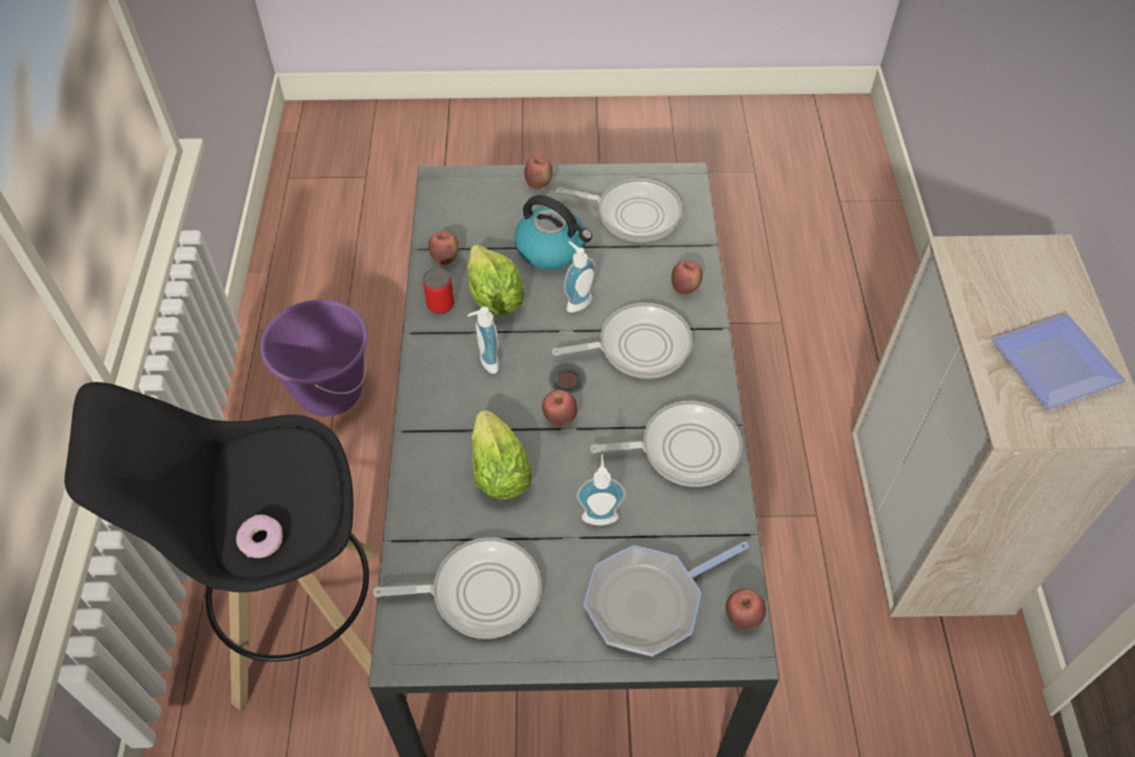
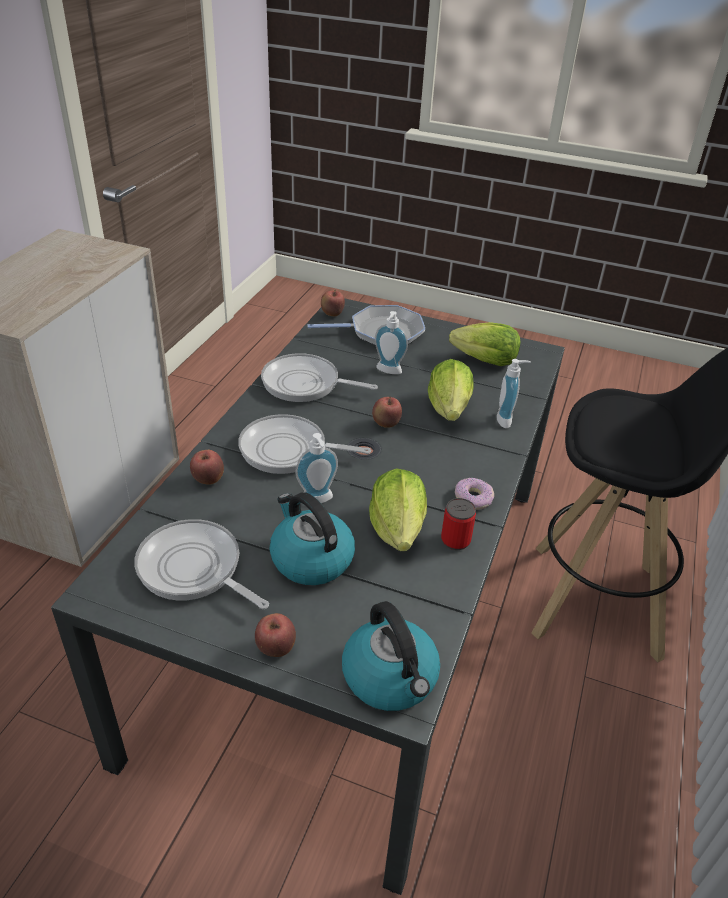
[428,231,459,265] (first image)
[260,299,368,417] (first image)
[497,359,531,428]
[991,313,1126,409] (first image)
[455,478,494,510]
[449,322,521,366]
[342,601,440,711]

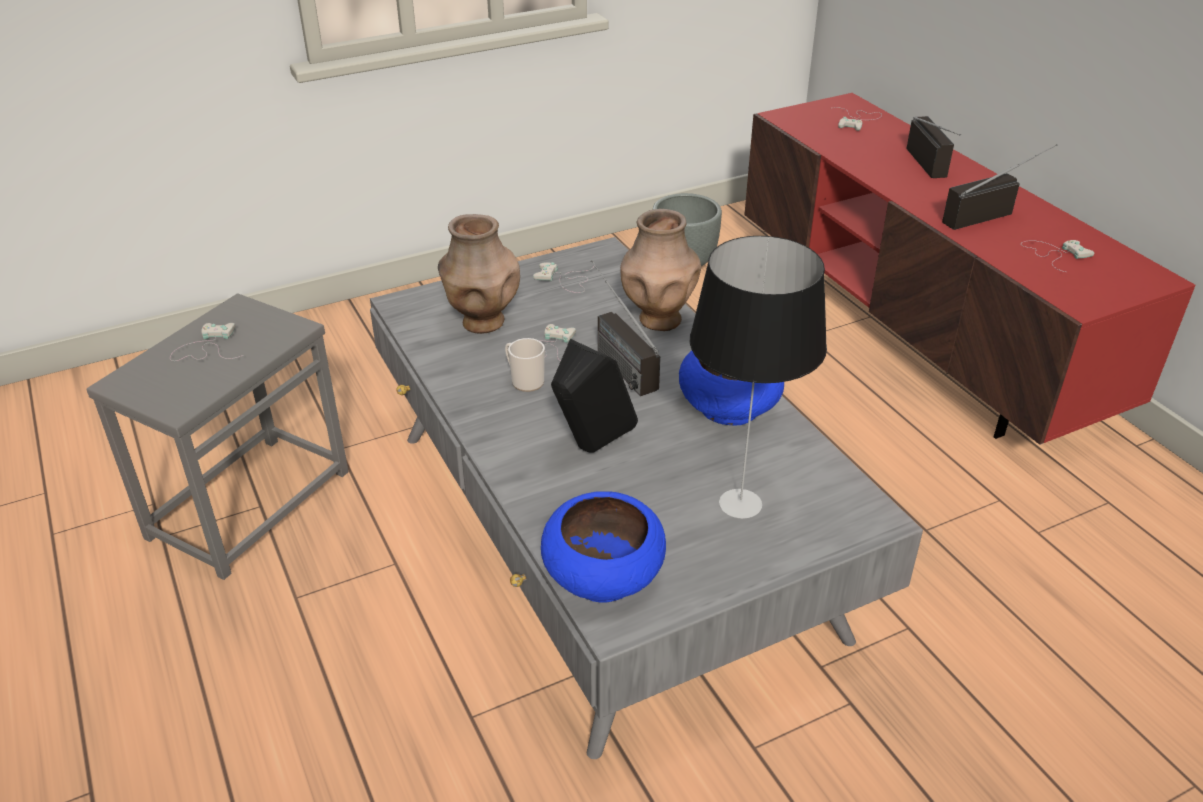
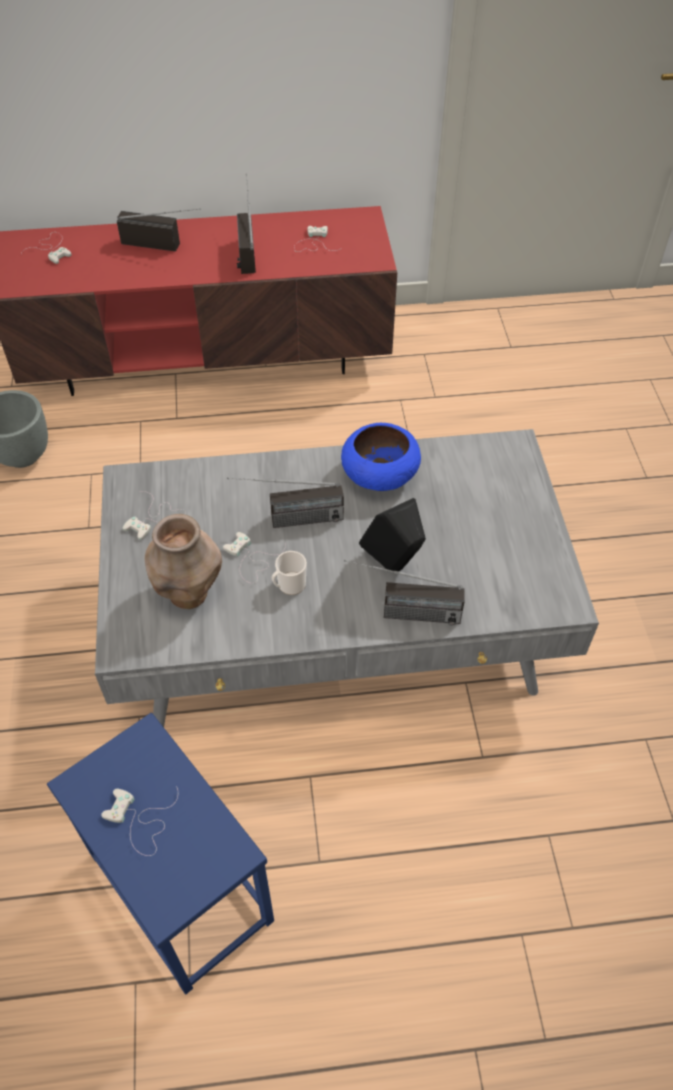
[620,209,701,331] (first image)
[690,236,827,519] (first image)
[47,713,274,994]
[541,491,666,603] (first image)
[344,560,465,625]

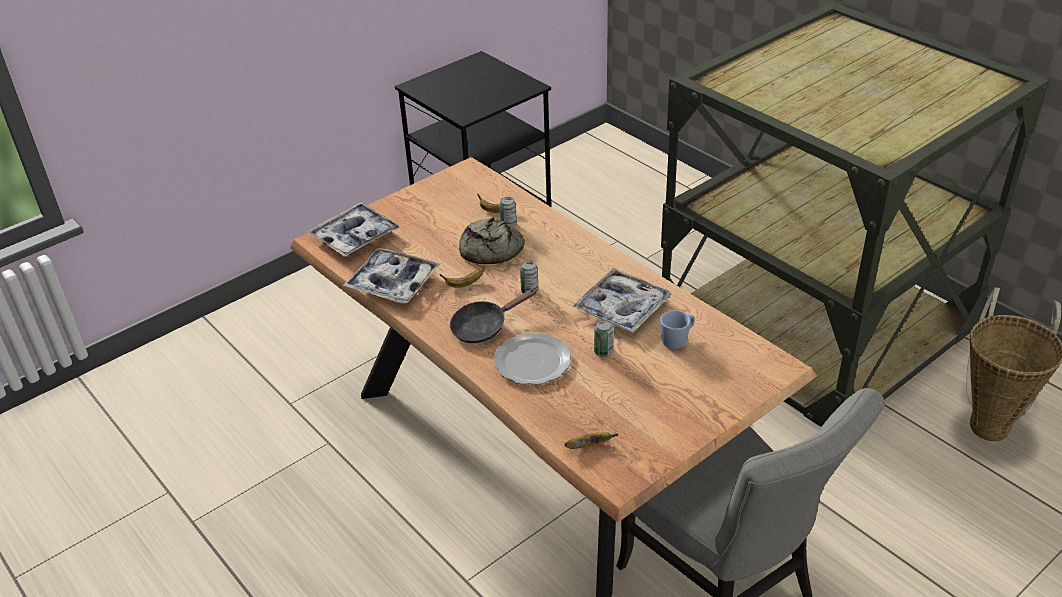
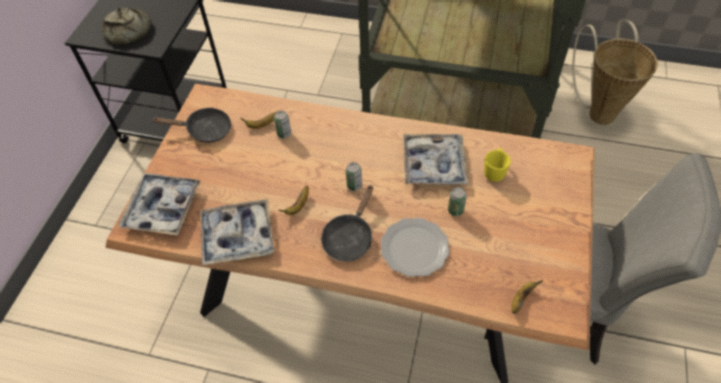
[102,7,152,45]
[484,148,511,182]
[151,107,231,143]

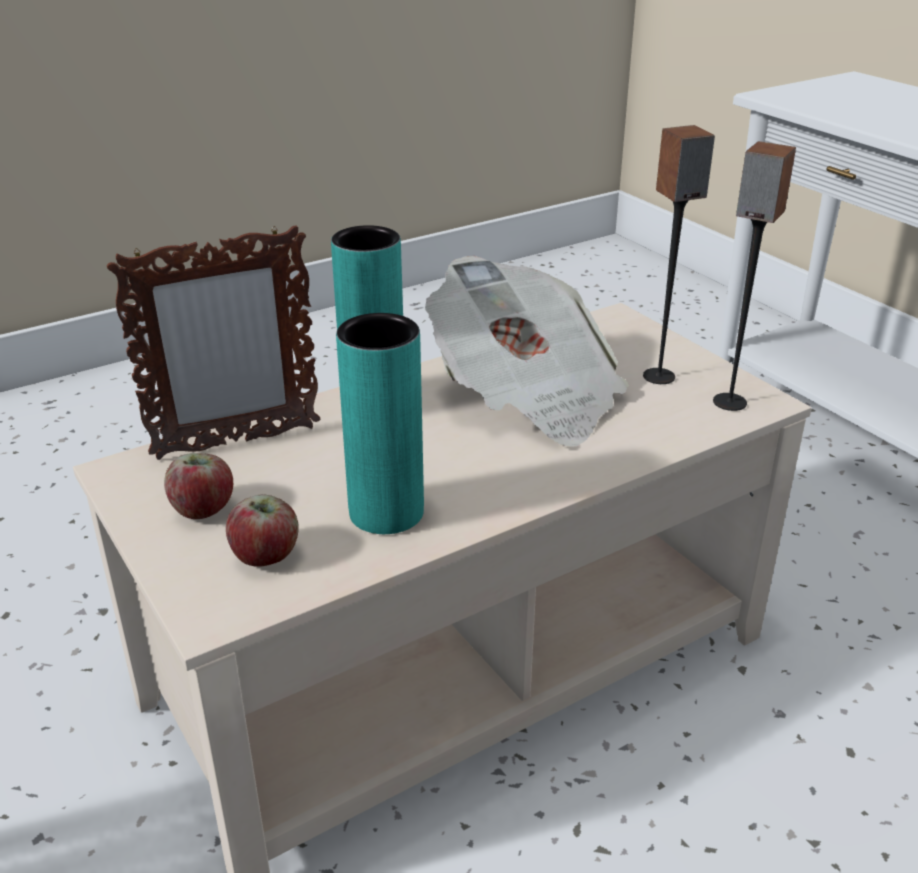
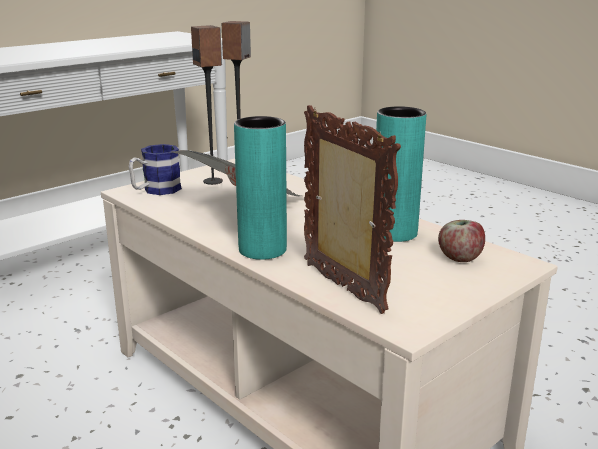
[164,453,233,519] (first image)
[129,144,182,195]

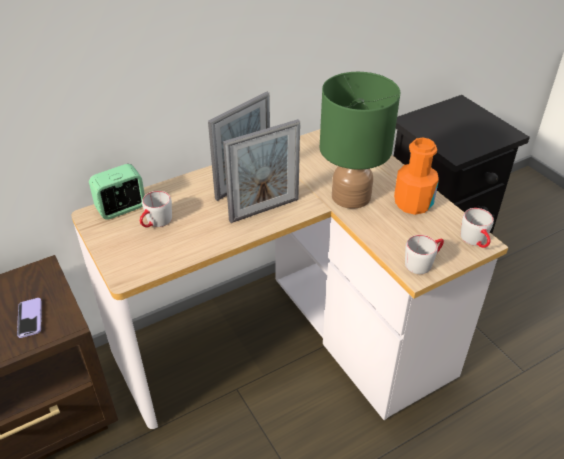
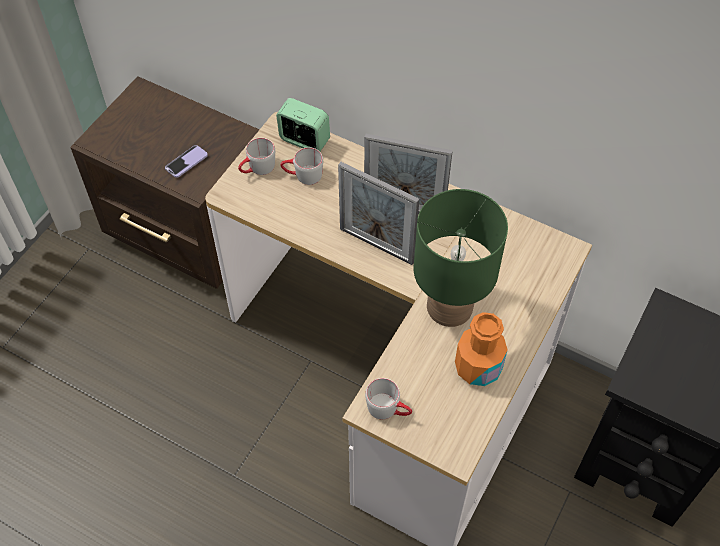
[238,138,275,175]

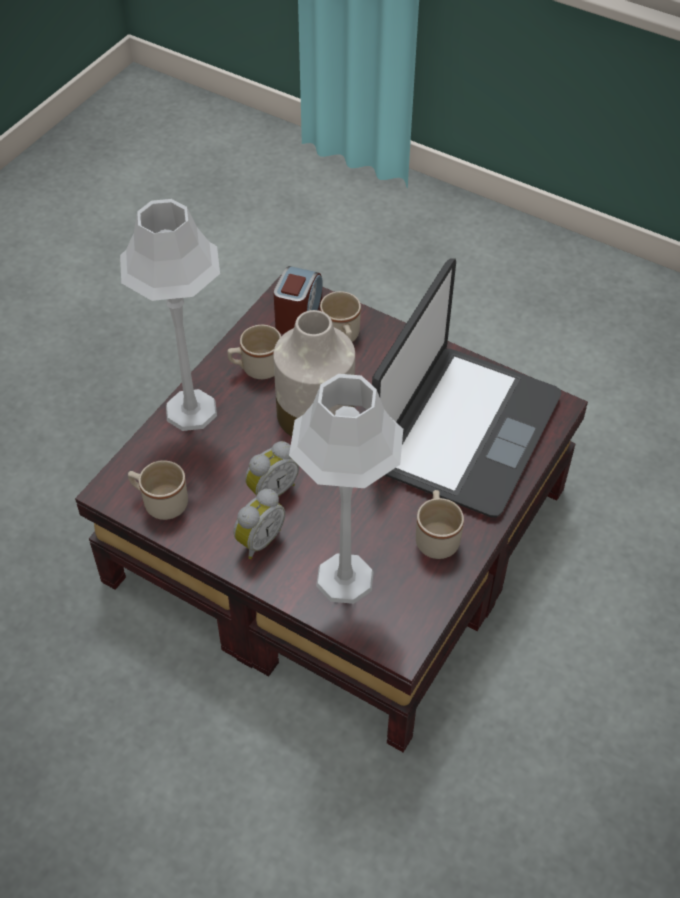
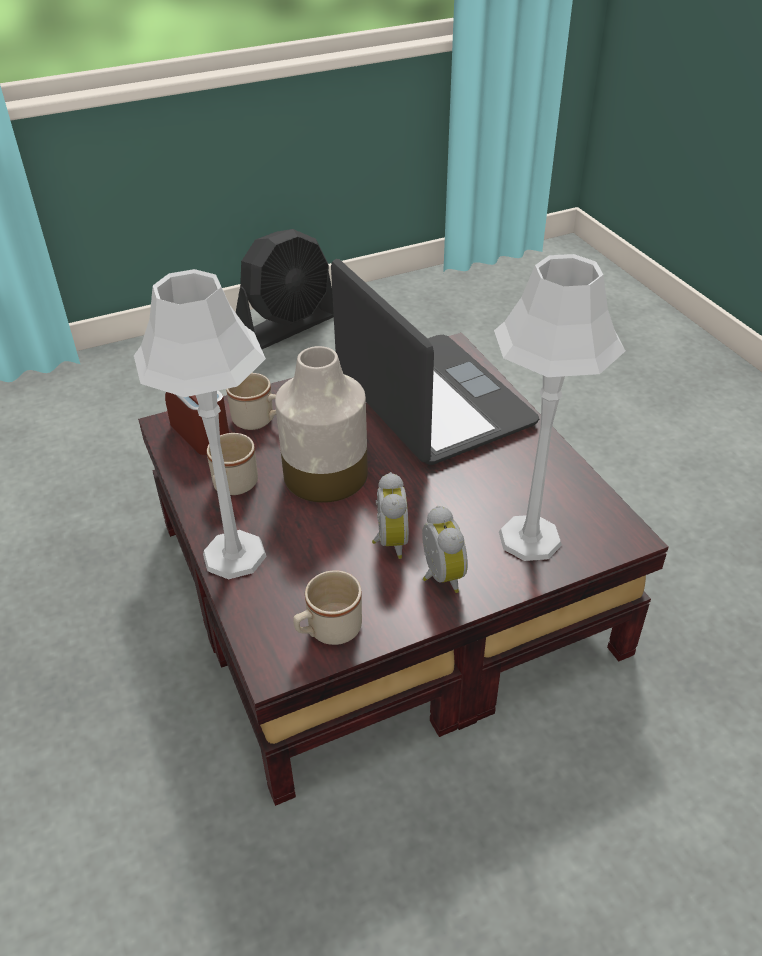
[416,490,464,559] (first image)
[236,229,334,349]

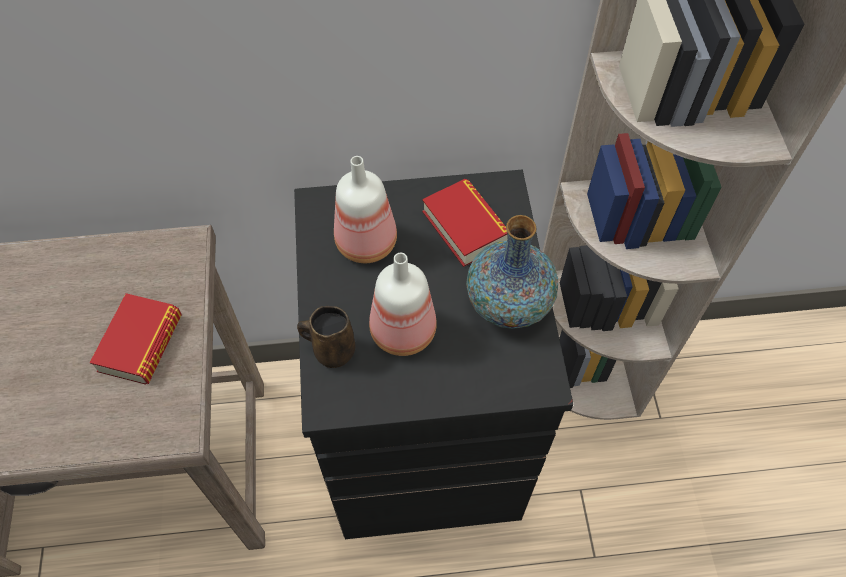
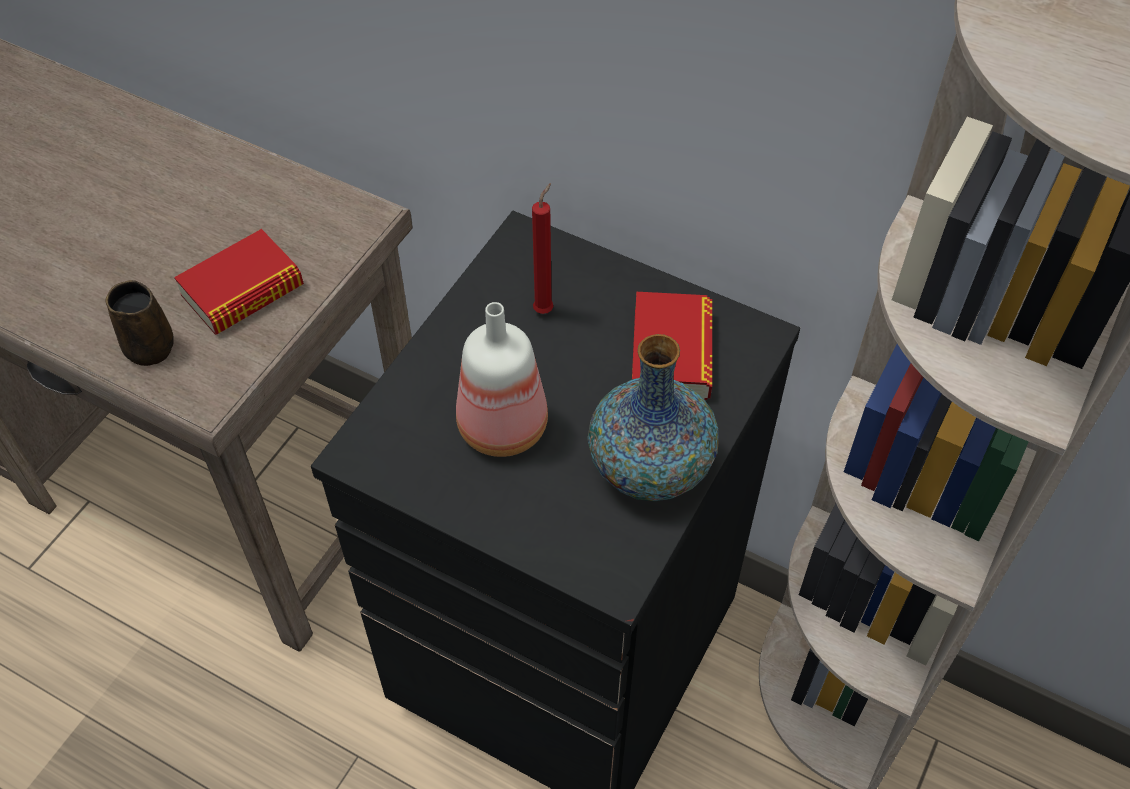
[532,183,554,314]
[106,280,174,366]

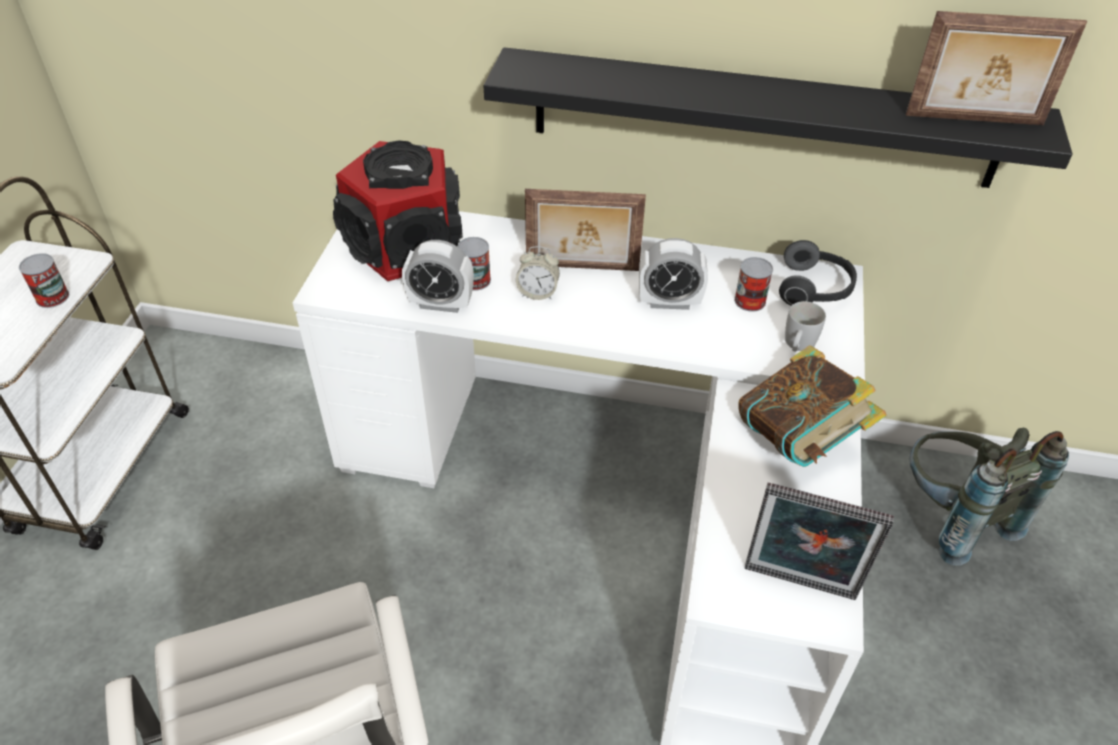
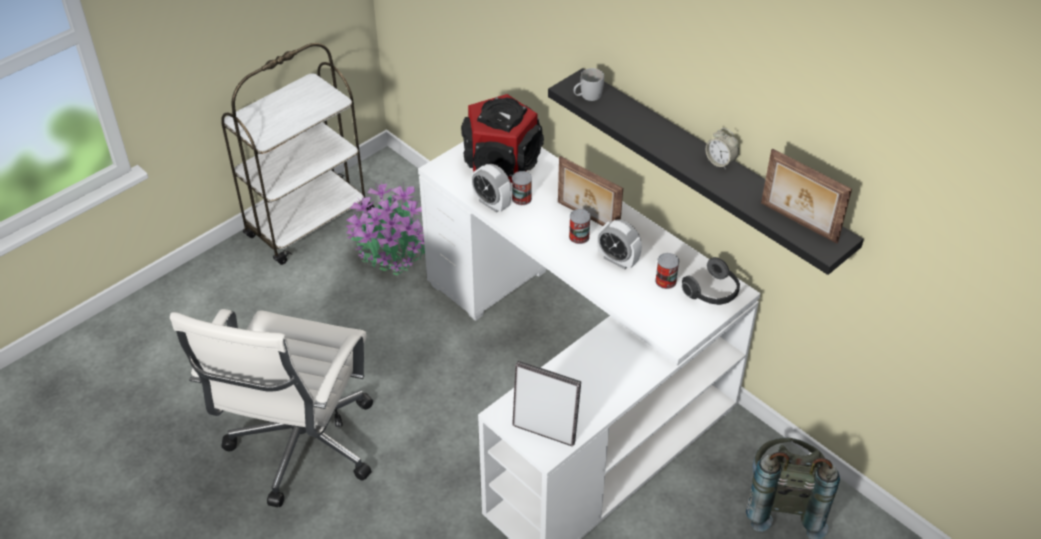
[706,128,739,170]
[569,209,591,244]
[574,68,604,101]
[738,345,886,467] (first image)
[512,361,581,447]
[346,182,425,275]

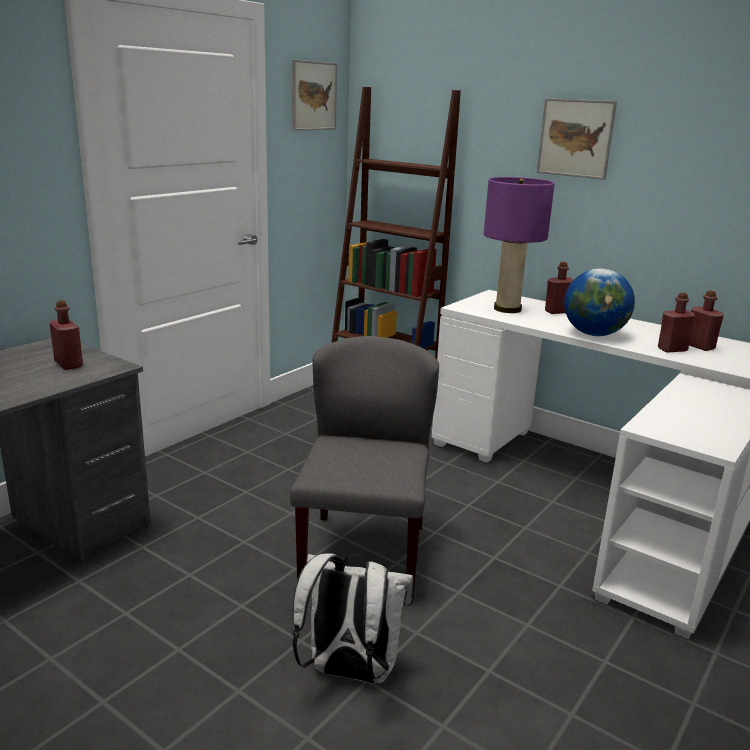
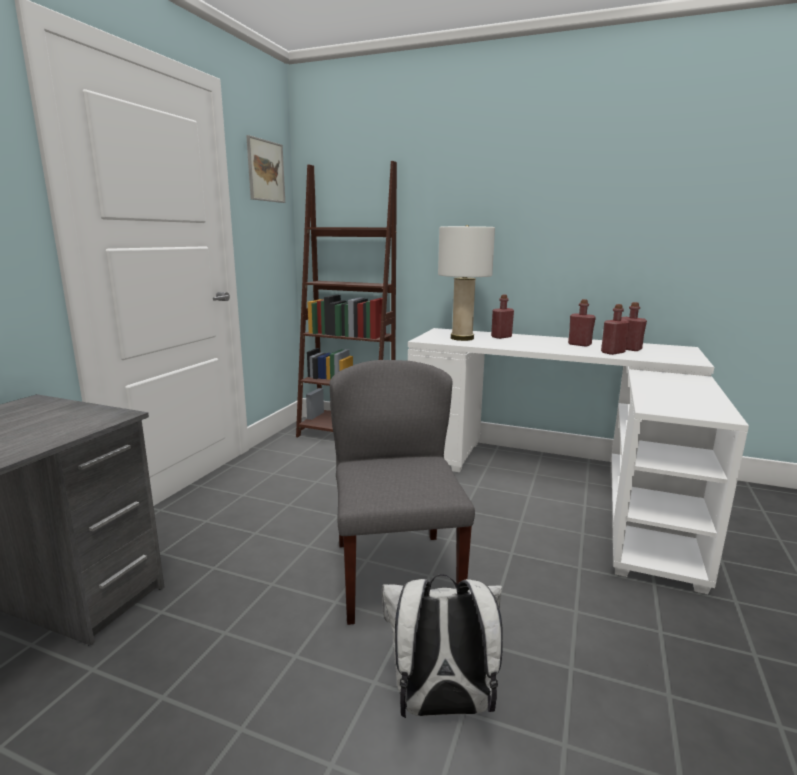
[537,98,617,180] (first image)
[438,225,495,341]
[564,268,635,336] (first image)
[568,299,596,347]

